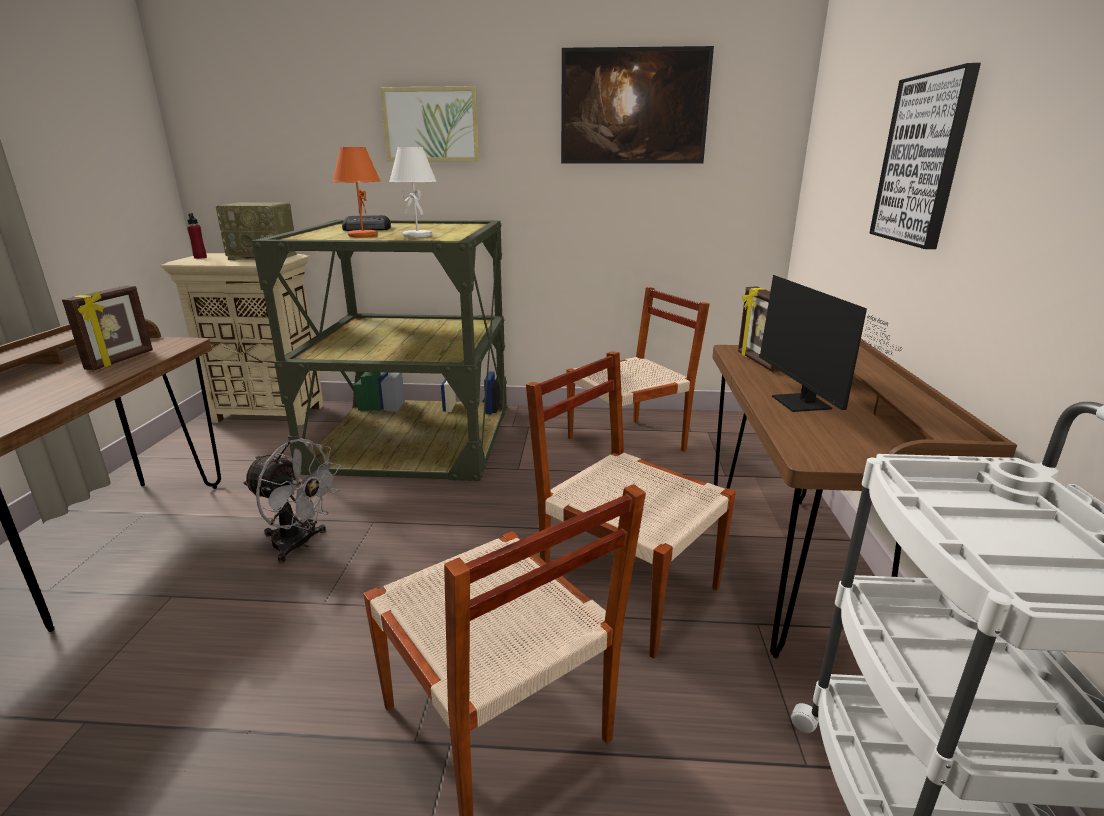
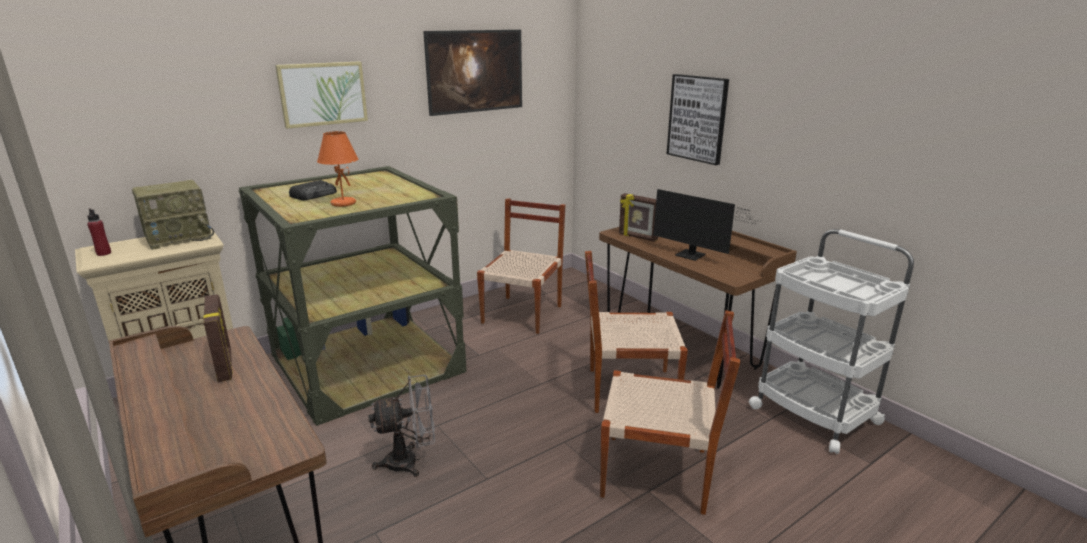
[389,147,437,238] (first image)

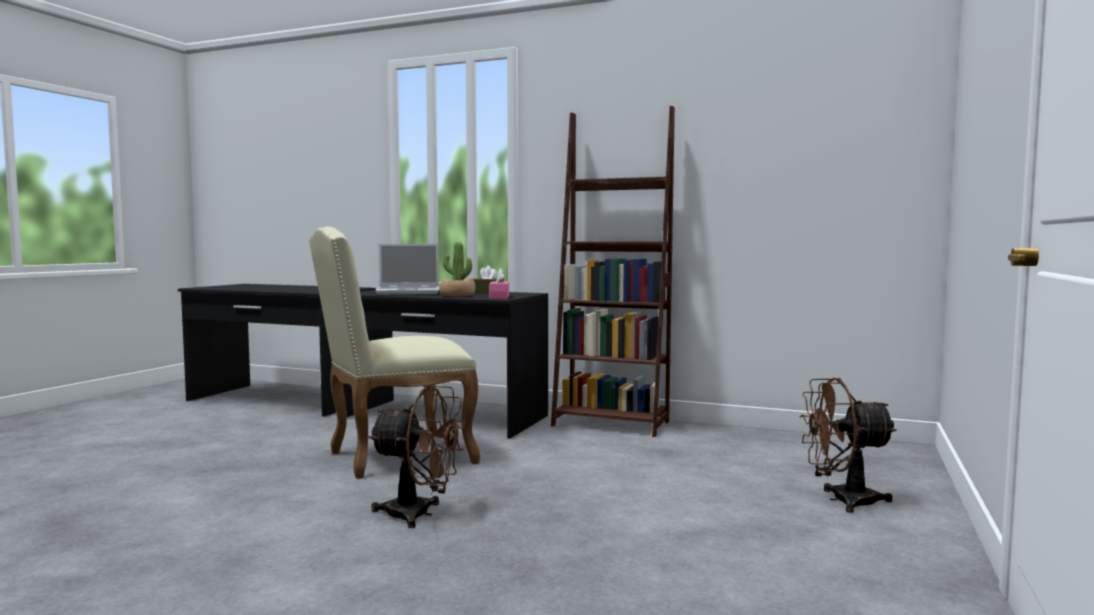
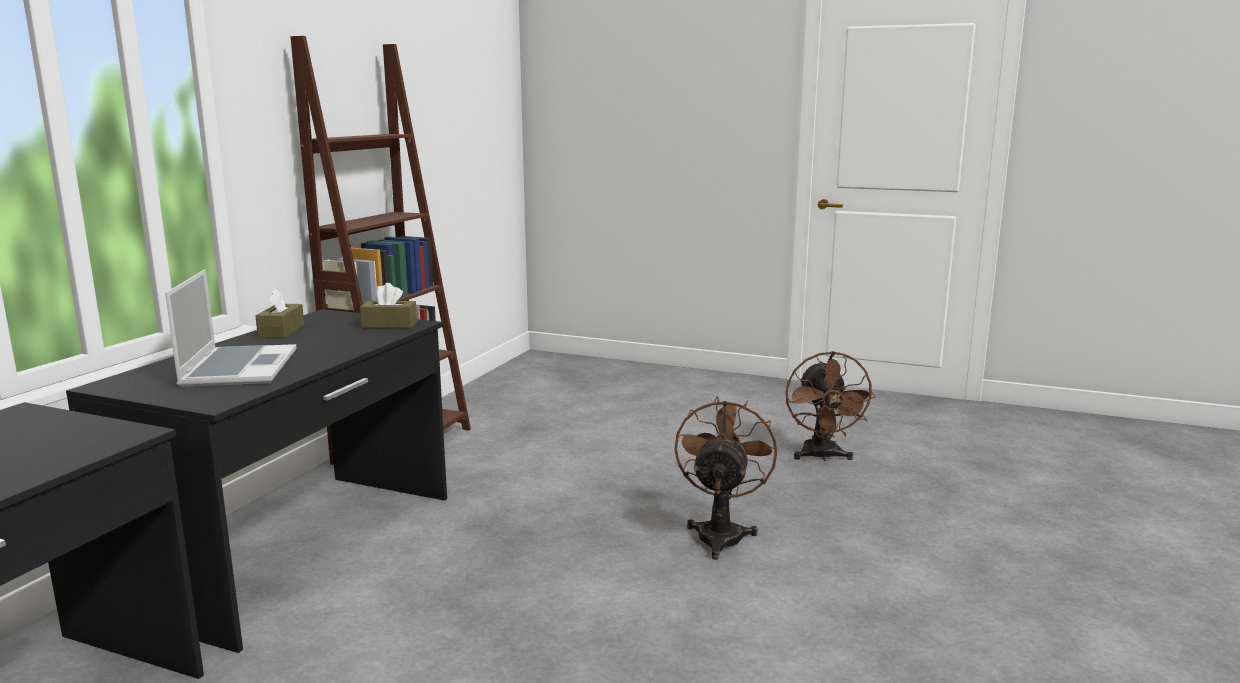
[309,226,480,479] (first image)
[440,241,475,296] (first image)
[360,283,417,328]
[786,351,876,461]

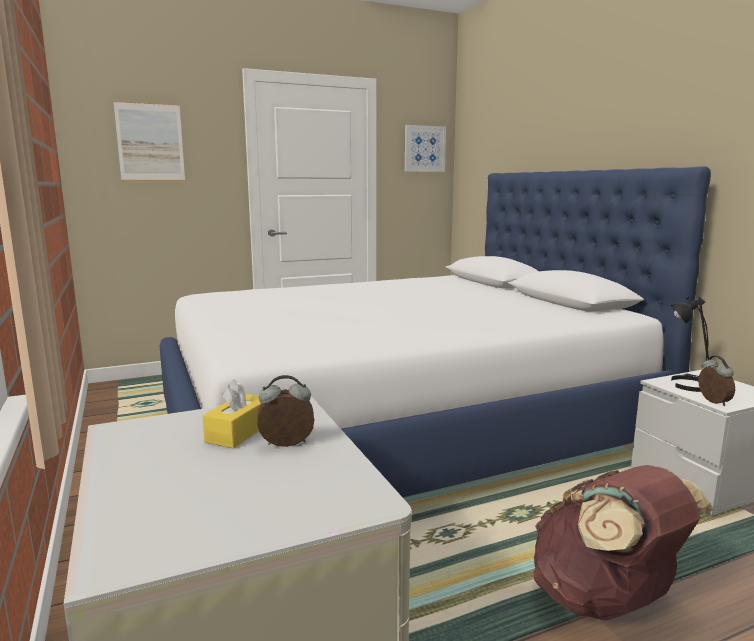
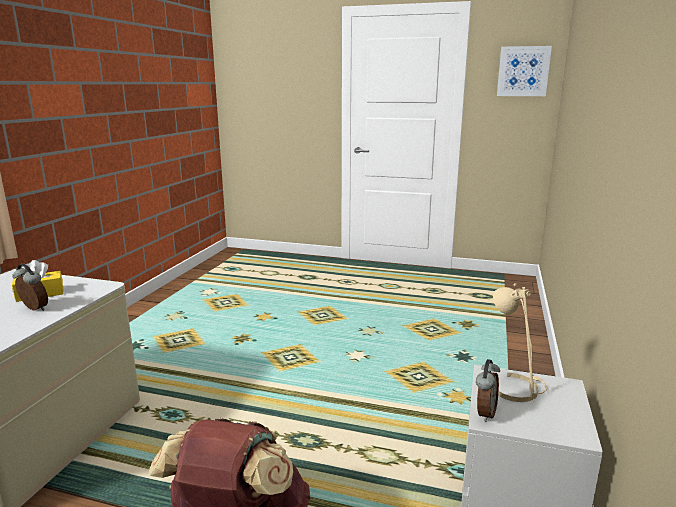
[113,100,185,182] (first image)
[160,166,711,497] (first image)
[493,283,547,402]

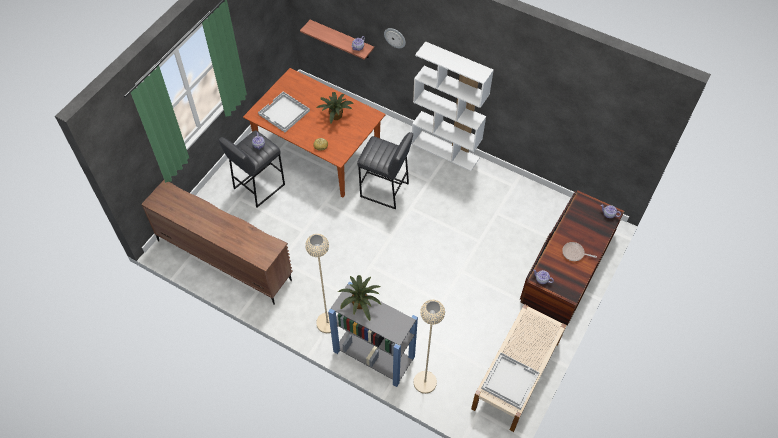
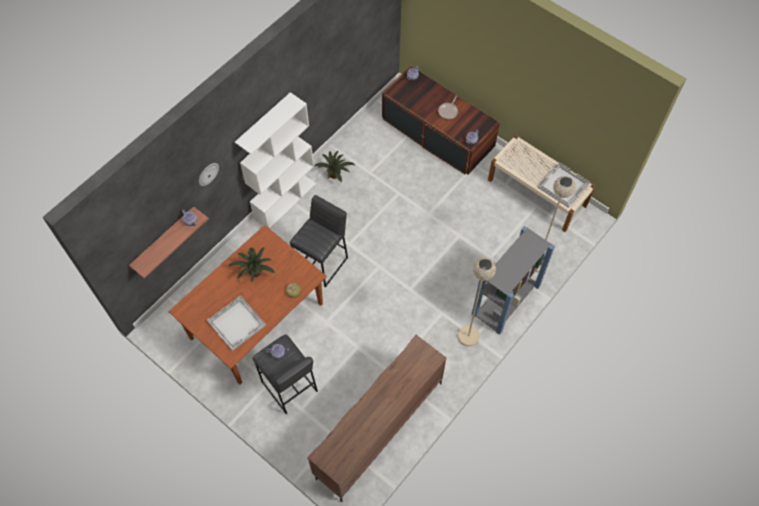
[315,151,355,182]

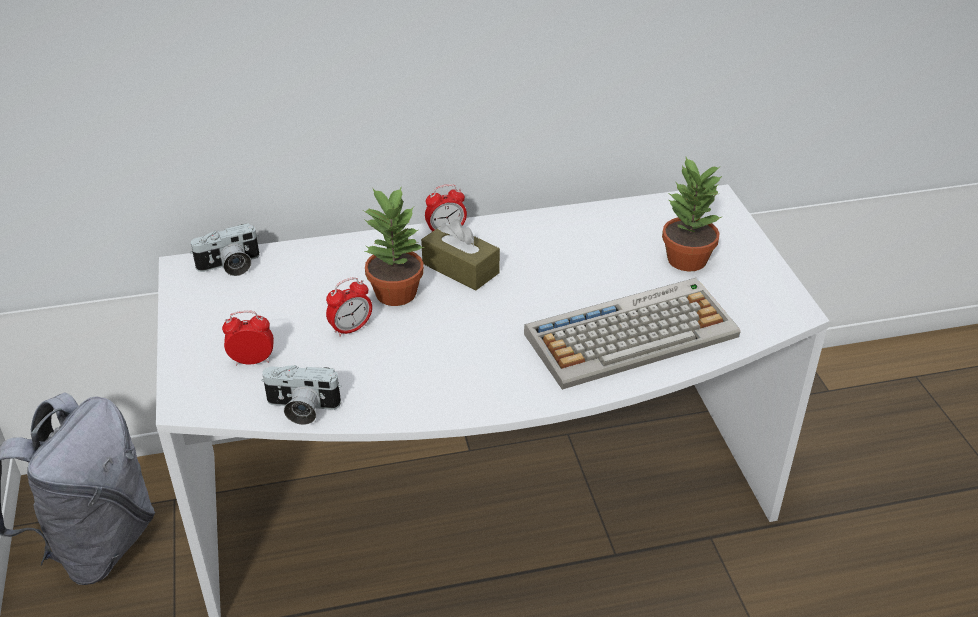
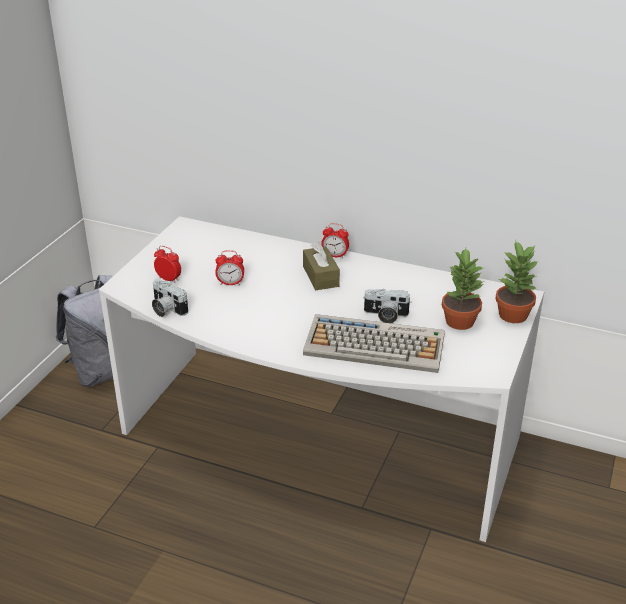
[495,240,539,323]
[364,289,411,323]

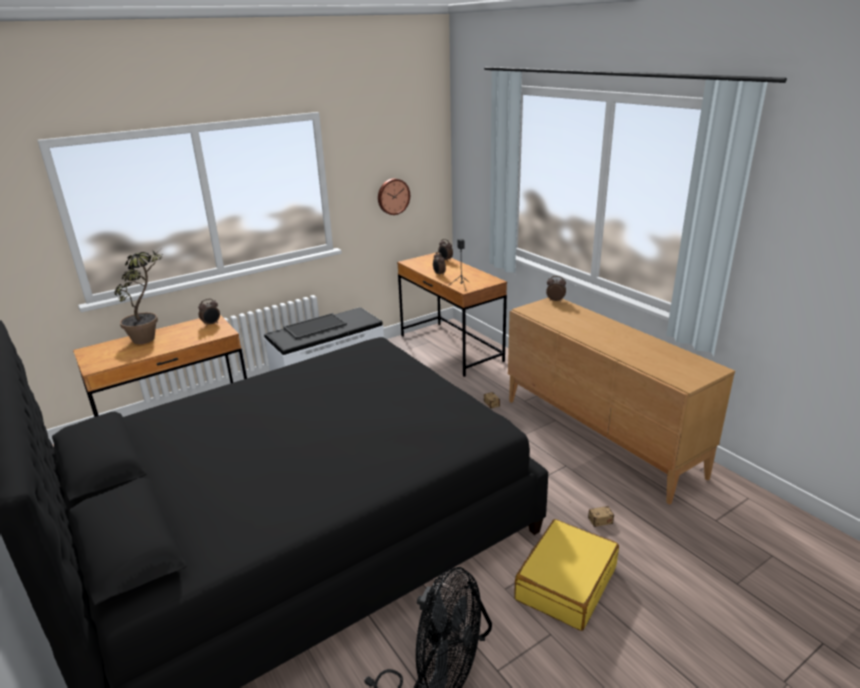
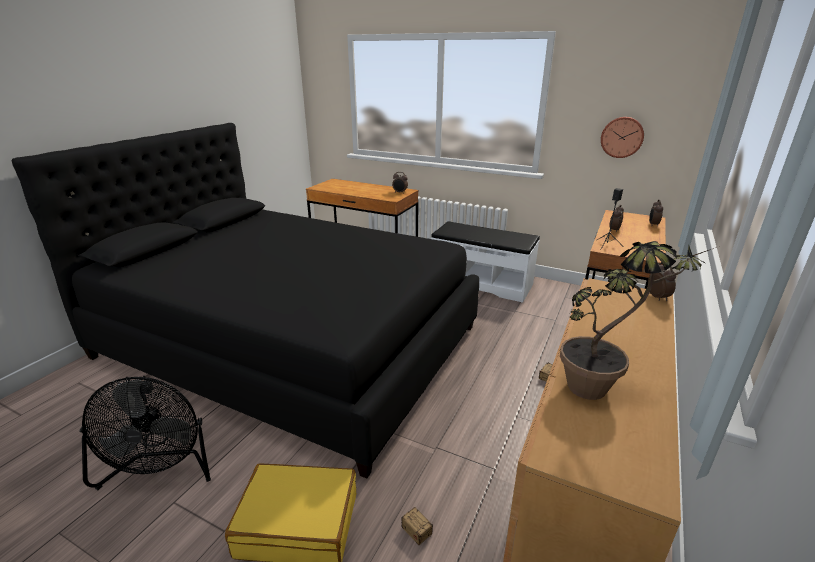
[560,241,717,400]
[283,313,347,339] (first image)

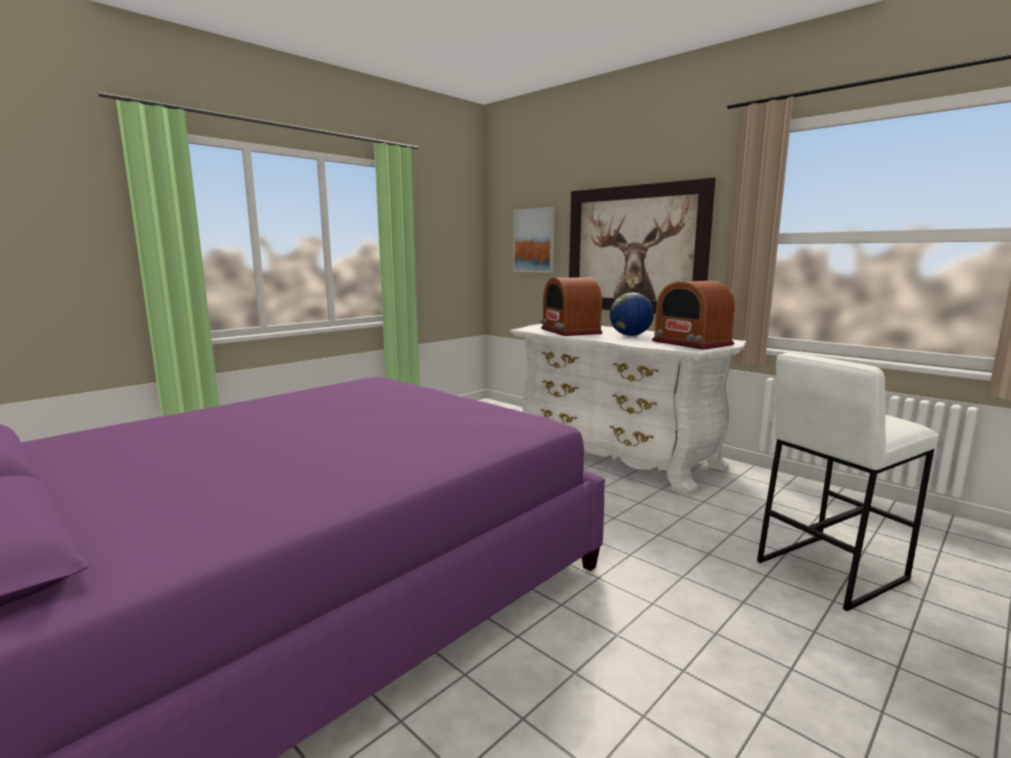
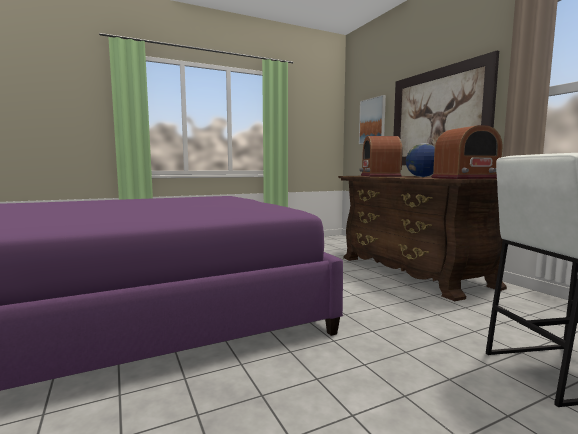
[431,125,502,179]
[338,176,507,301]

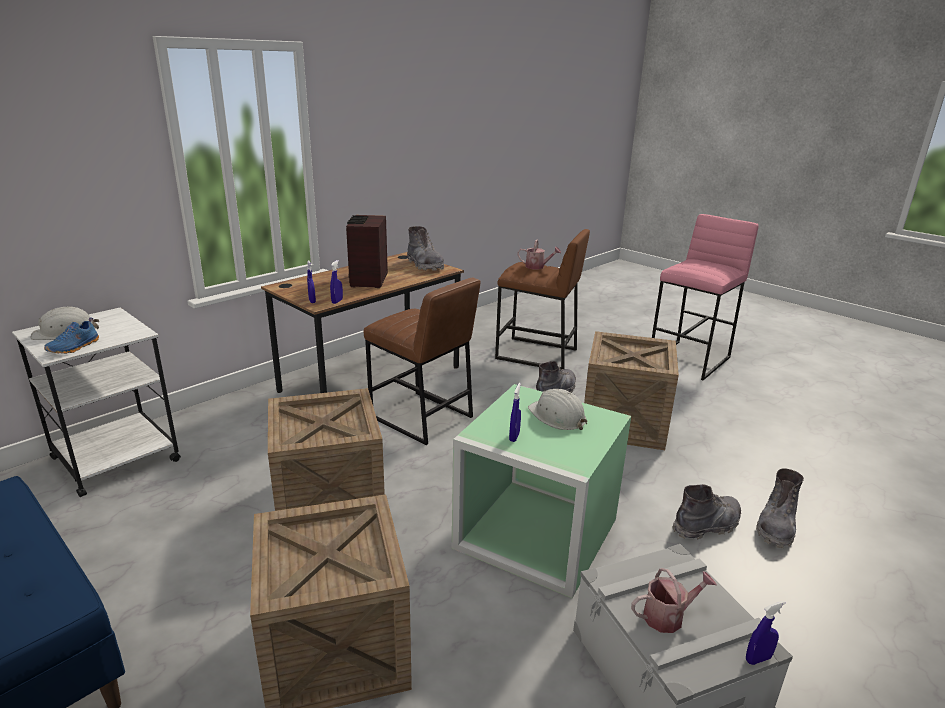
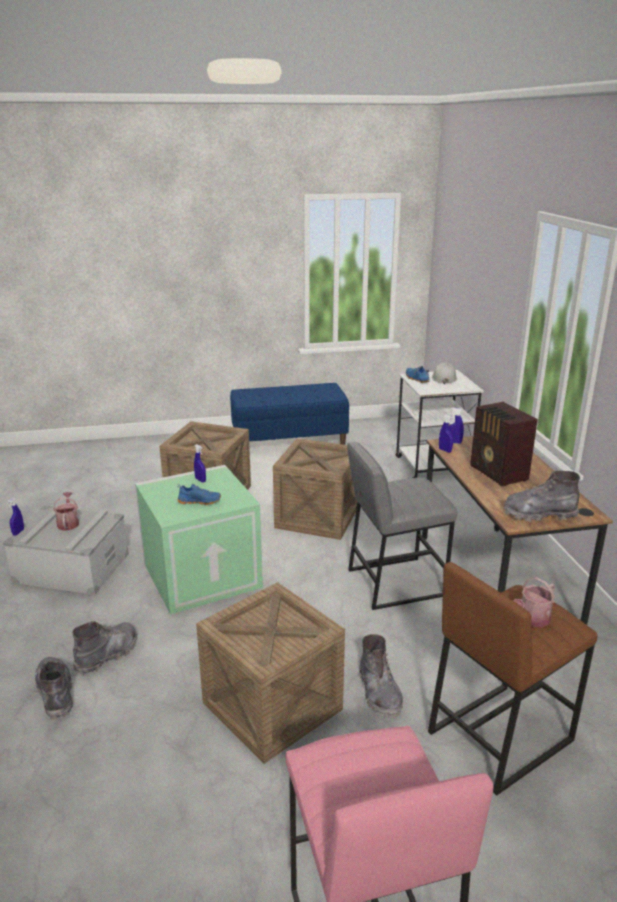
[470,402,538,486]
[347,441,457,610]
[177,484,221,505]
[73,621,138,675]
[53,492,79,531]

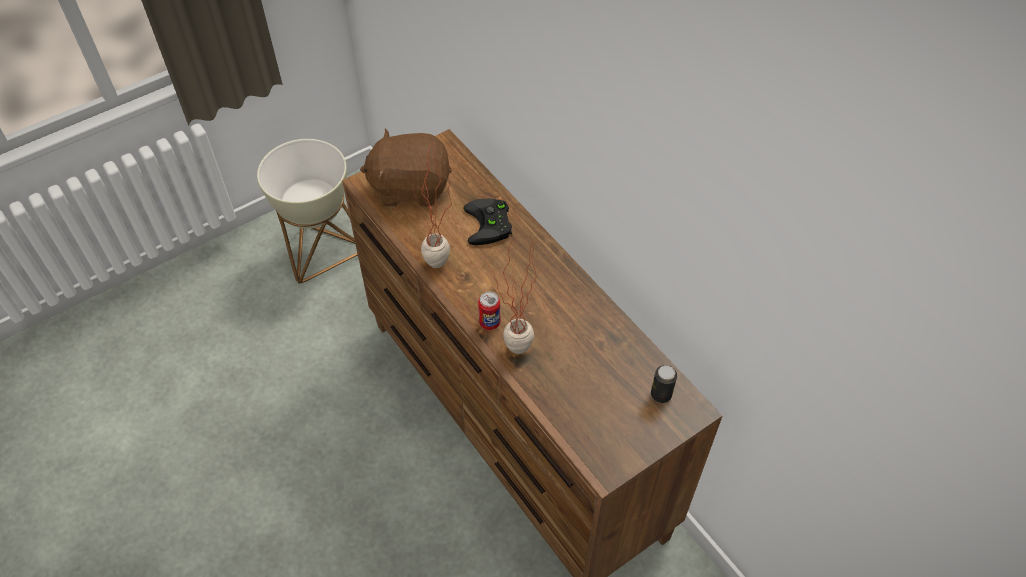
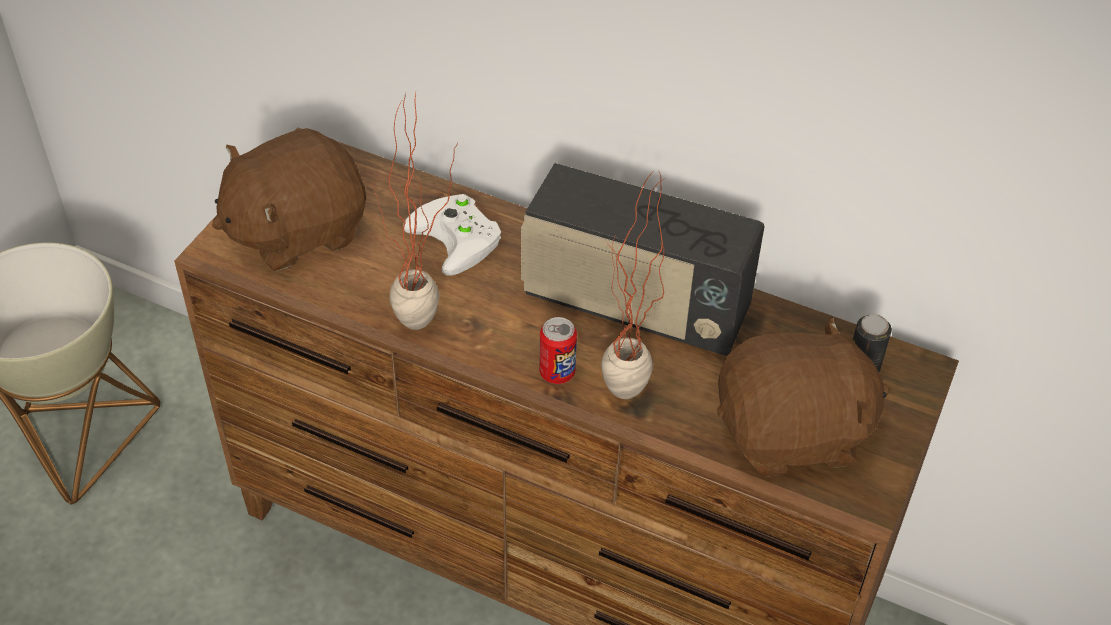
[403,194,501,276]
[521,163,765,355]
[717,316,890,477]

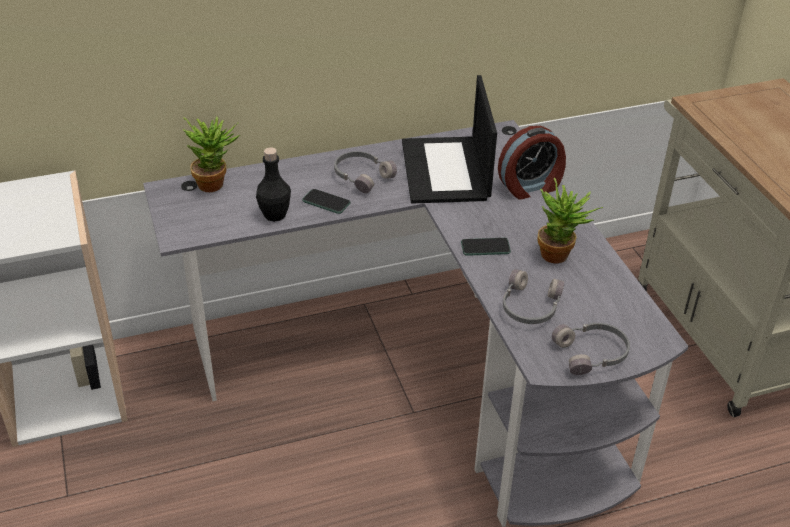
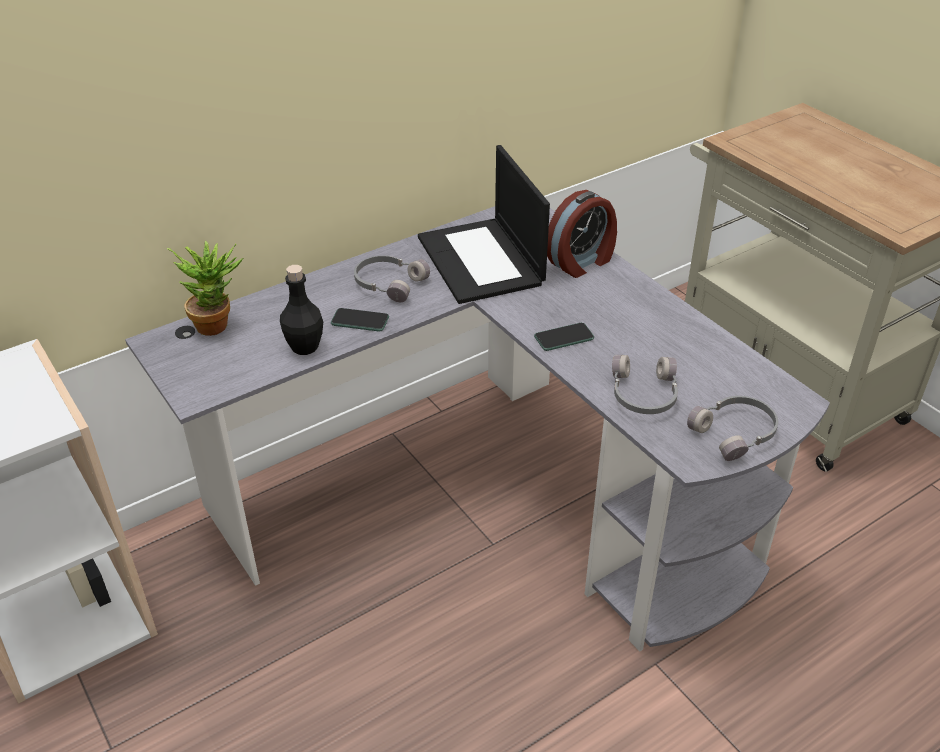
[538,178,603,263] (first image)

